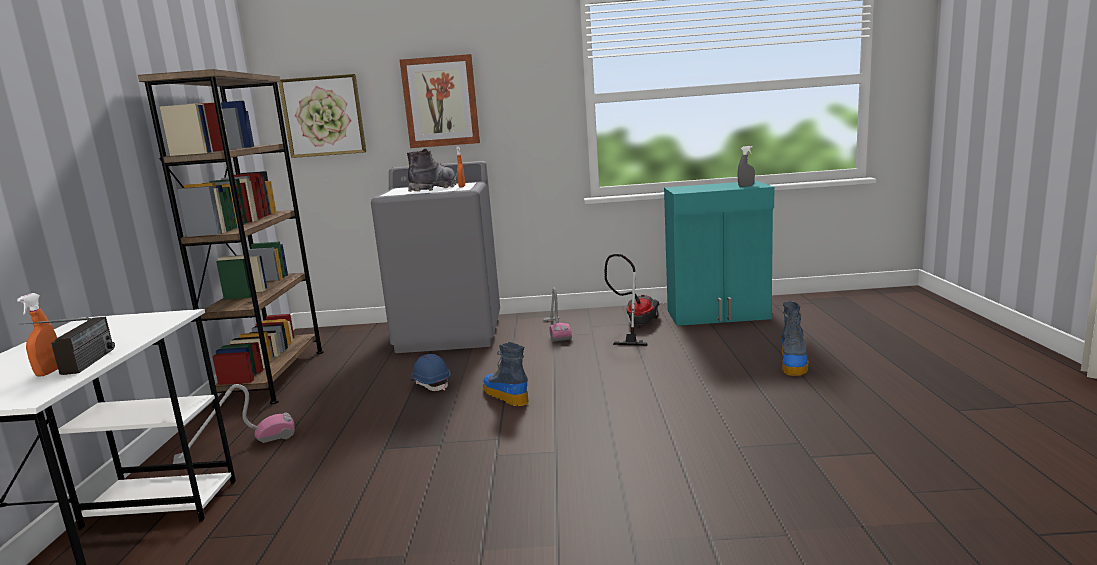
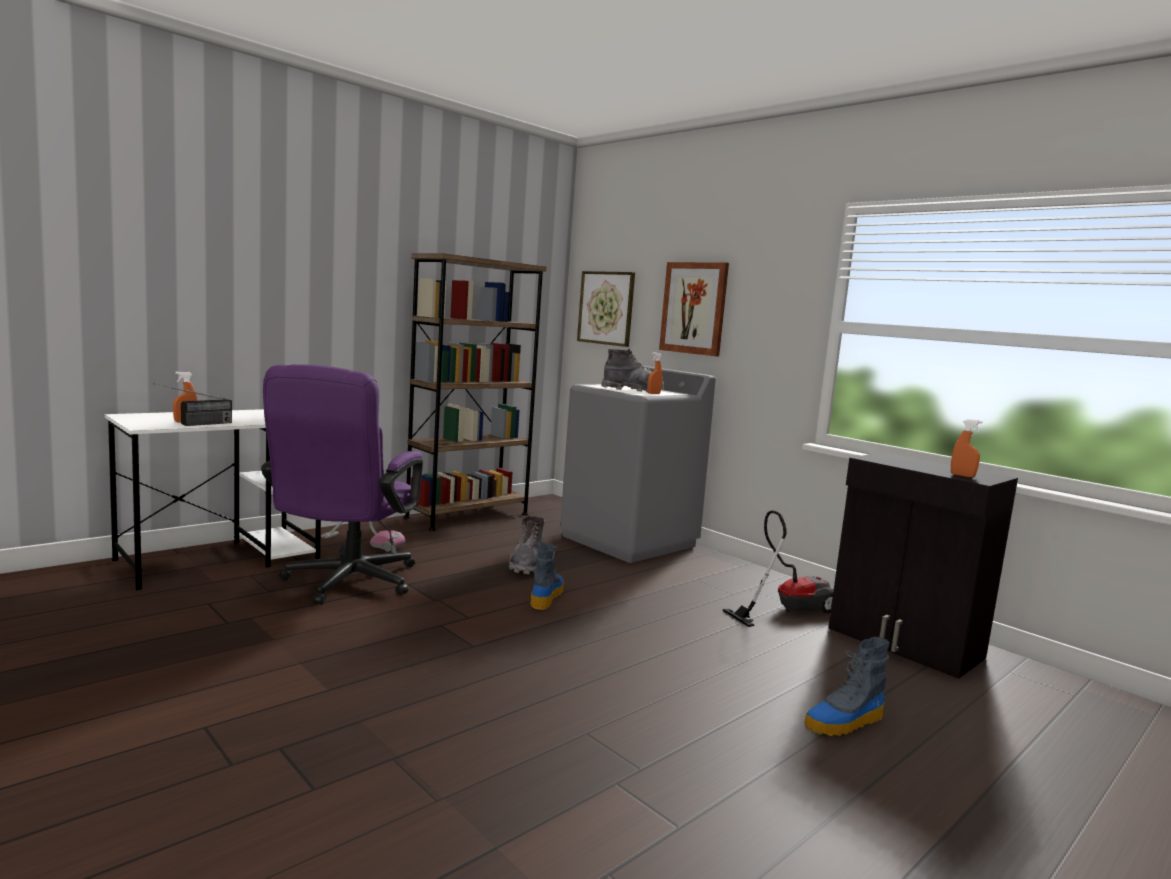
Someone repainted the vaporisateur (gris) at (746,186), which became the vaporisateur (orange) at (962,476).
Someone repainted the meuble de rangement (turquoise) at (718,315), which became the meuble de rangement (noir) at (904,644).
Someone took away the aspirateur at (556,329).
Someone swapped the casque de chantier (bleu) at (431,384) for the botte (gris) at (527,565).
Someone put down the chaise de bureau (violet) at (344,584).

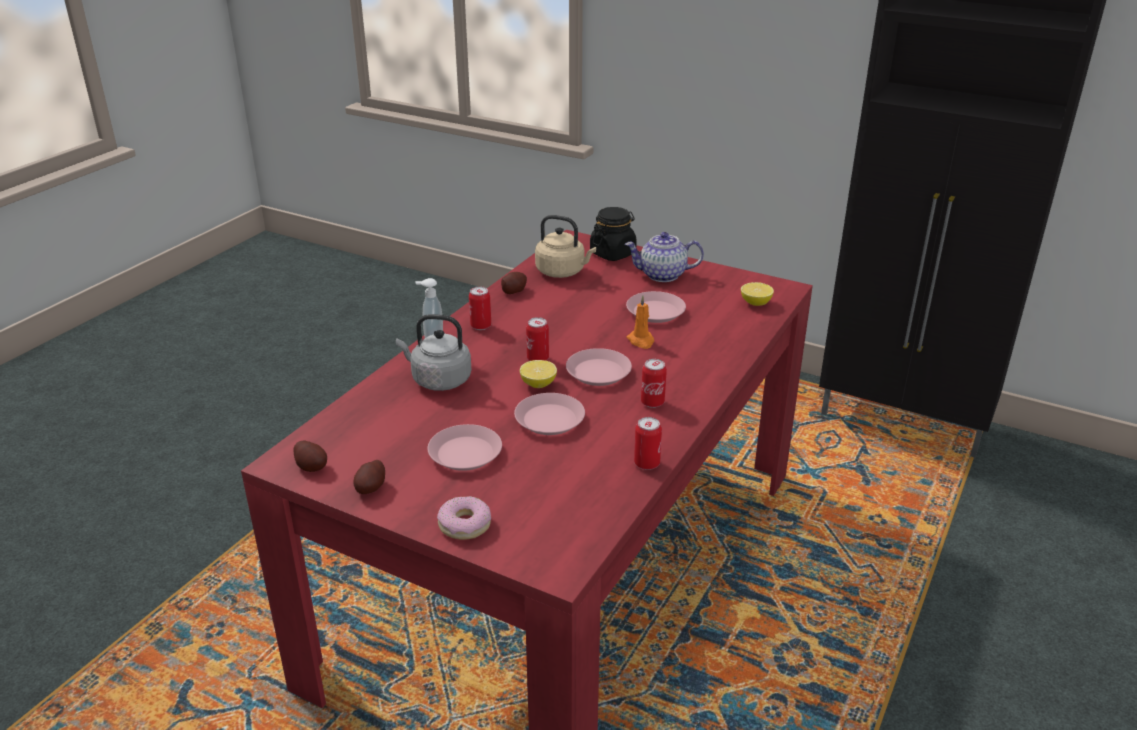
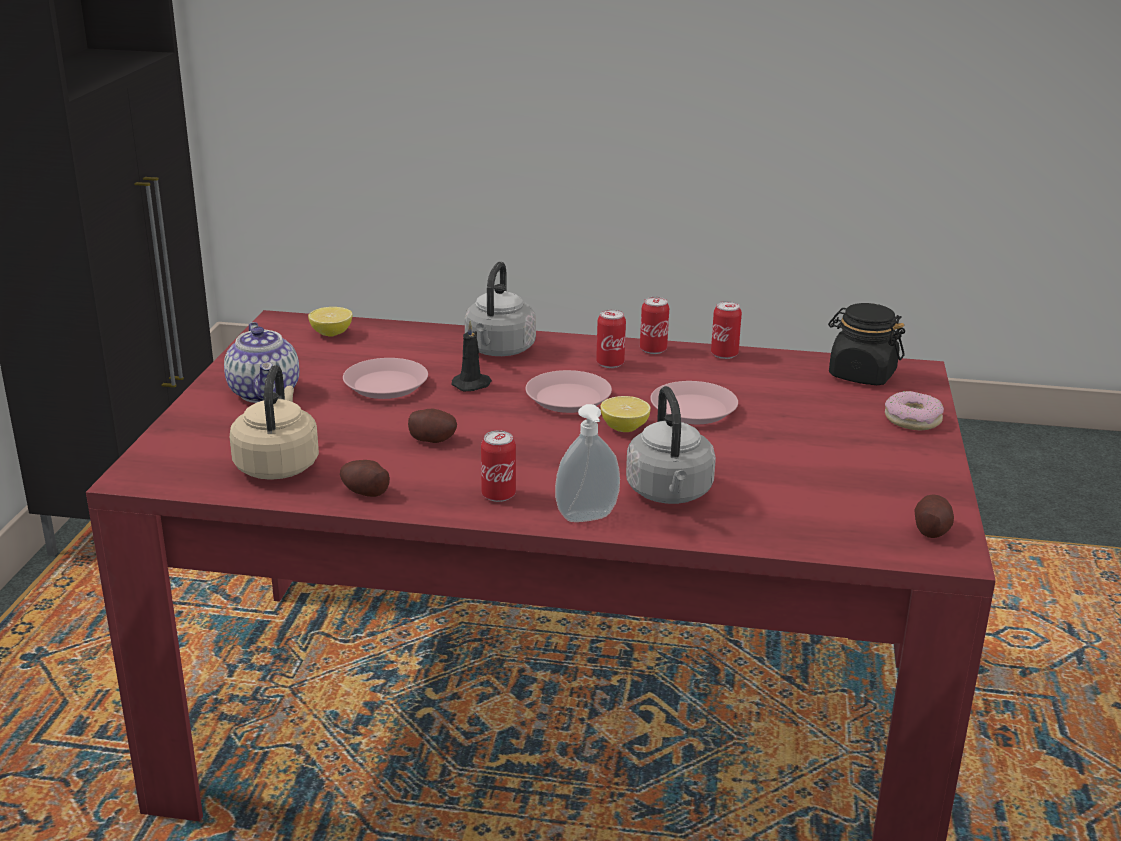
Someone carried the bocal (noir) from (613,253) to (861,375).
Someone repainted the bougie (orange) at (641,341), which became the bougie (noir) at (472,384).
Someone carried the boîte métallique from (537,359) to (653,350).
Someone took away the assiette (rose) at (465,454).
Someone carried the pomme de terre from (370,488) to (433,439).
Someone put down the bouilloire (gris) at (499,350).

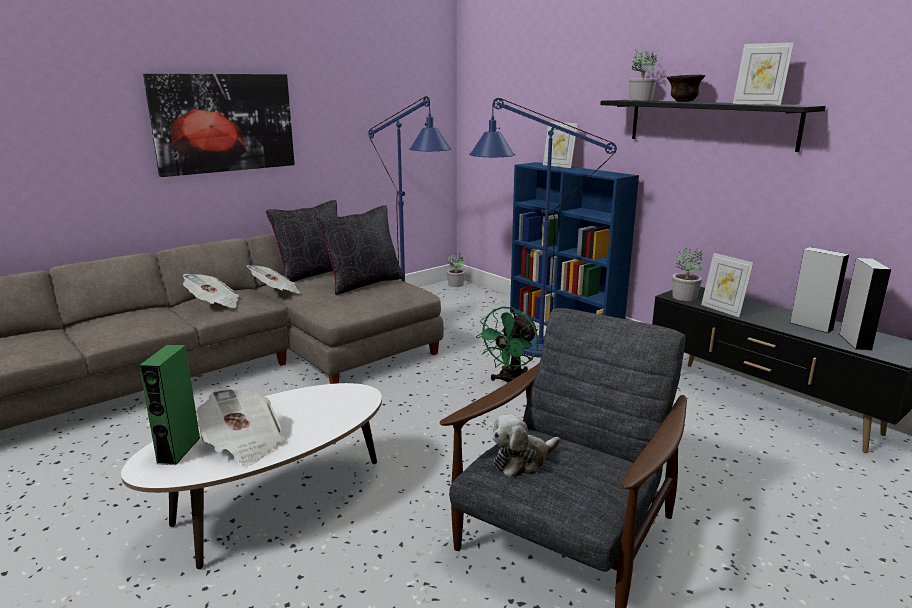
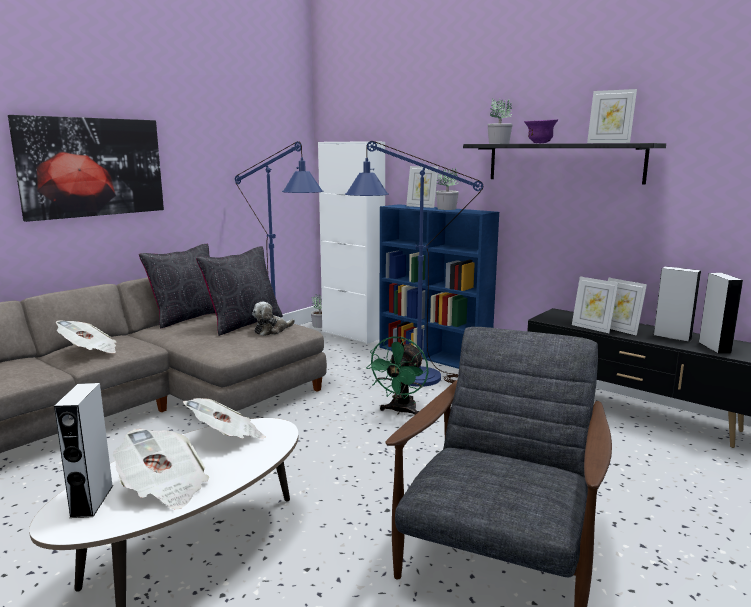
Someone repainted the bol (marron) at (683,102), which became the bol (violet) at (540,143).
Someone carried the plante en pot from (685,297) to (447,209).
Someone carried the journal from (276,292) to (227,437).
Someone repainted the enceinte (vert) at (179,450), which became the enceinte (gris) at (92,501).
Someone carried the peluche from (522,461) to (272,330).
Someone put down the meuble de rangement (blanc) at (353,334).
Someone put down the cadre photo at (619,330).

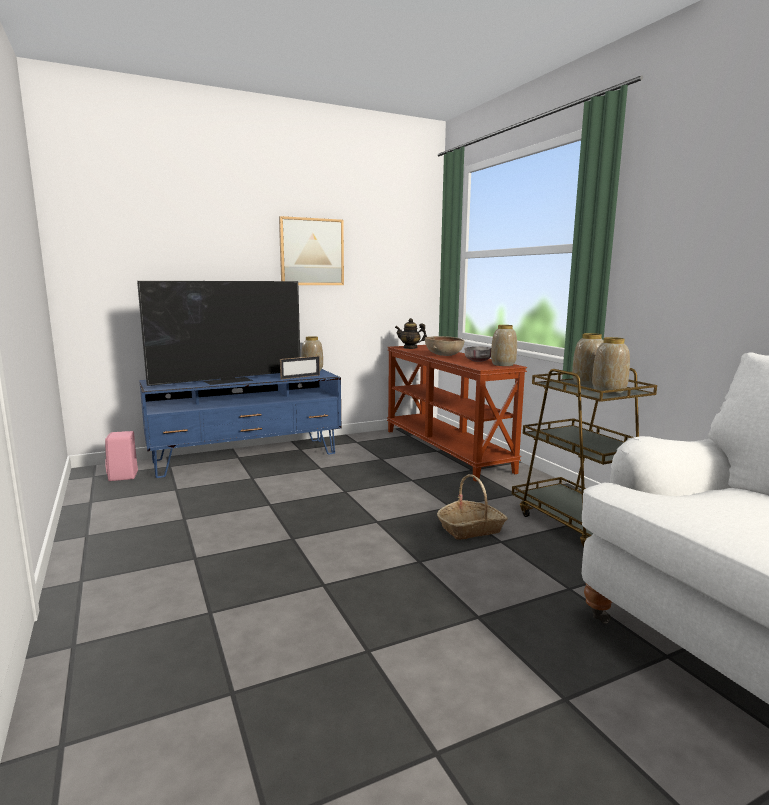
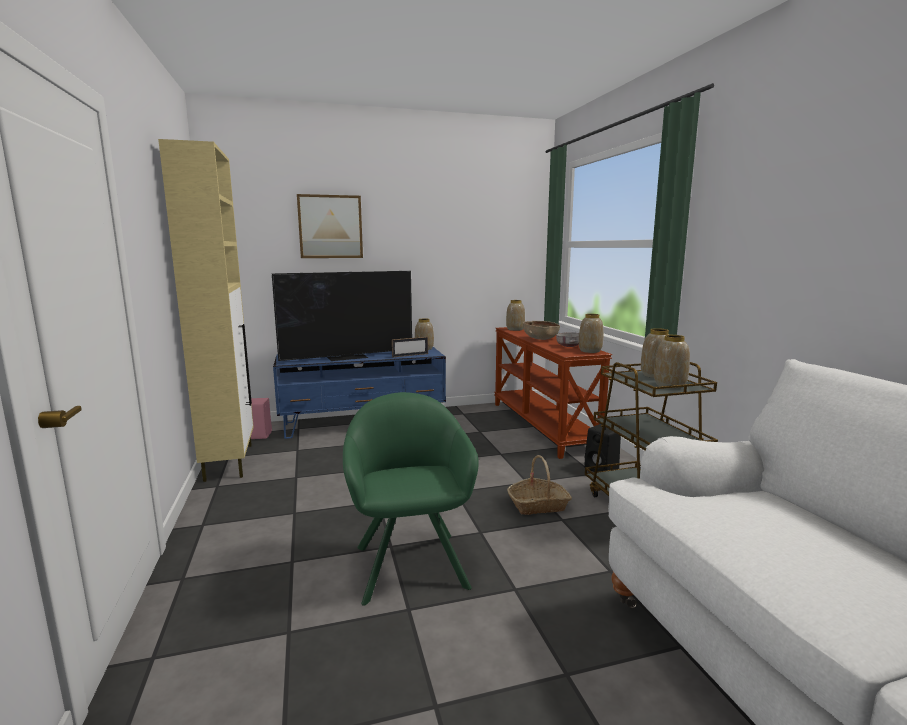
Someone carried the tableau from (311,252) to (330,227).
Someone swapped the théière at (410,348) for the vase at (515,329).
Someone put down the meuble de rangement (beige) at (229,461).
Someone put down the fauteuil (vert) at (410,561).
Someone put down the enceinte (noir) at (602,469).

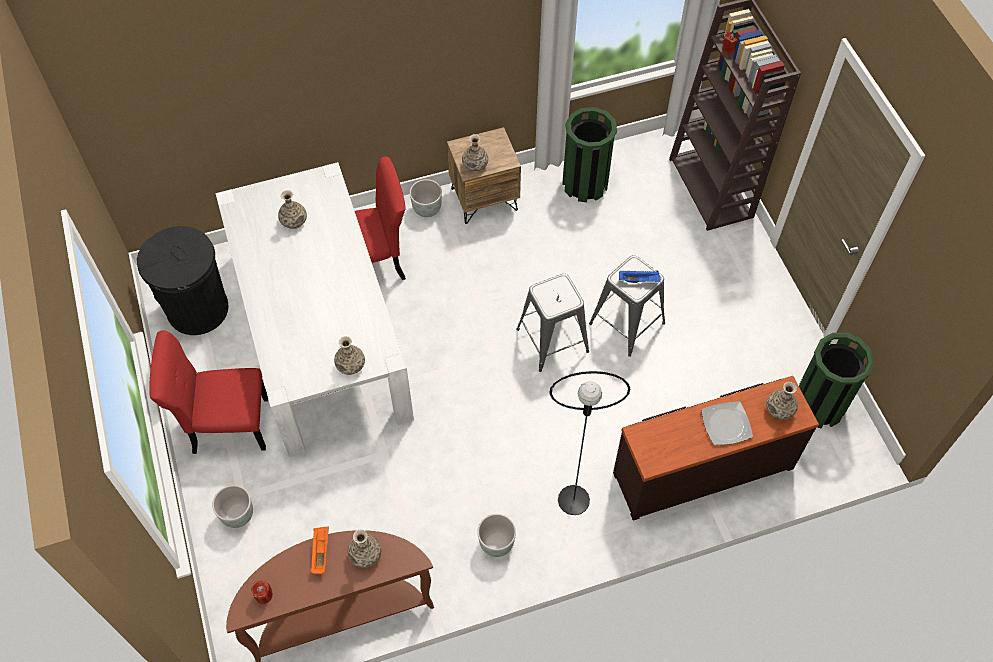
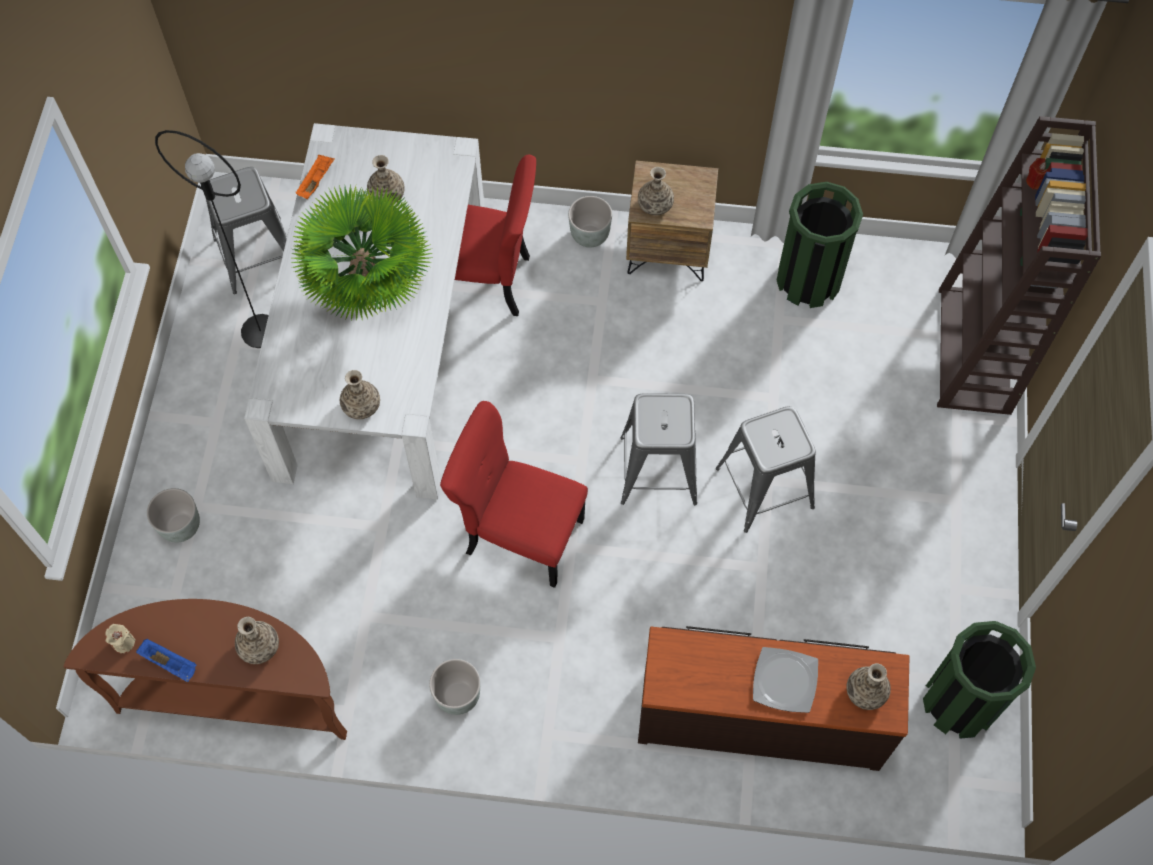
Someone swapped the poubelle (noir) at (198,309) for the tabouret (gris) at (257,255).
Someone carried the plateau (bleu) from (639,280) to (170,663).
Someone carried the chaise (rouge) from (226,425) to (520,534).
Someone carried the lampadaire (noir) from (573,500) to (260,331).
Someone carried the plateau (orange) from (320,552) to (316,181).
Someone repainted the bougie (rouge) at (263,595), which became the bougie (beige) at (123,642).
Someone put down the plante en pot at (368,288).

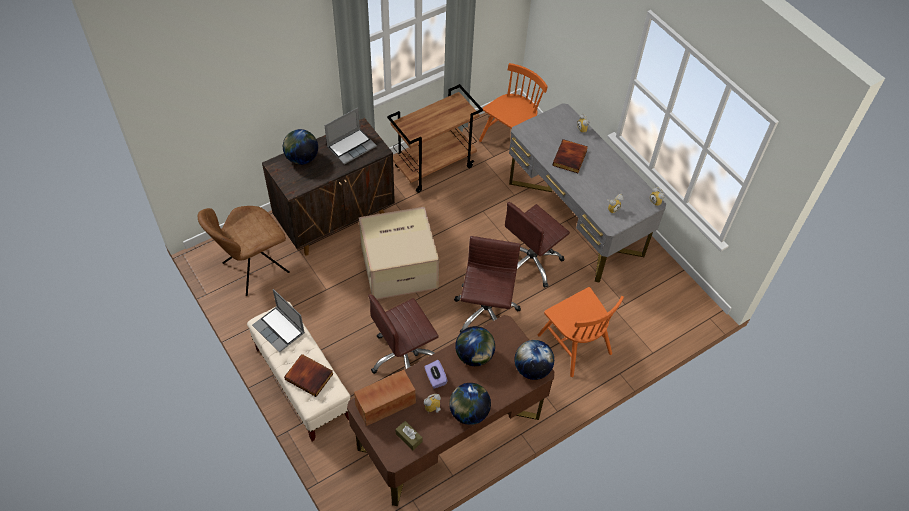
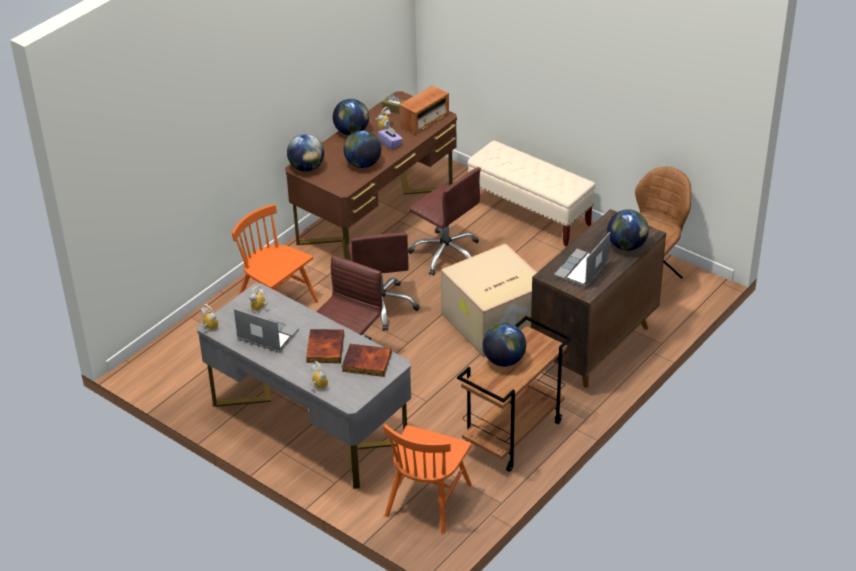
Someone carried the ordinateur portable from (280,329) to (266,336).
Someone rotated the chaise de bureau (marron) at (404,357) by 90 degrees clockwise.
Someone carried the livre from (310,376) to (366,363).
Someone put down the globe at (504,360).

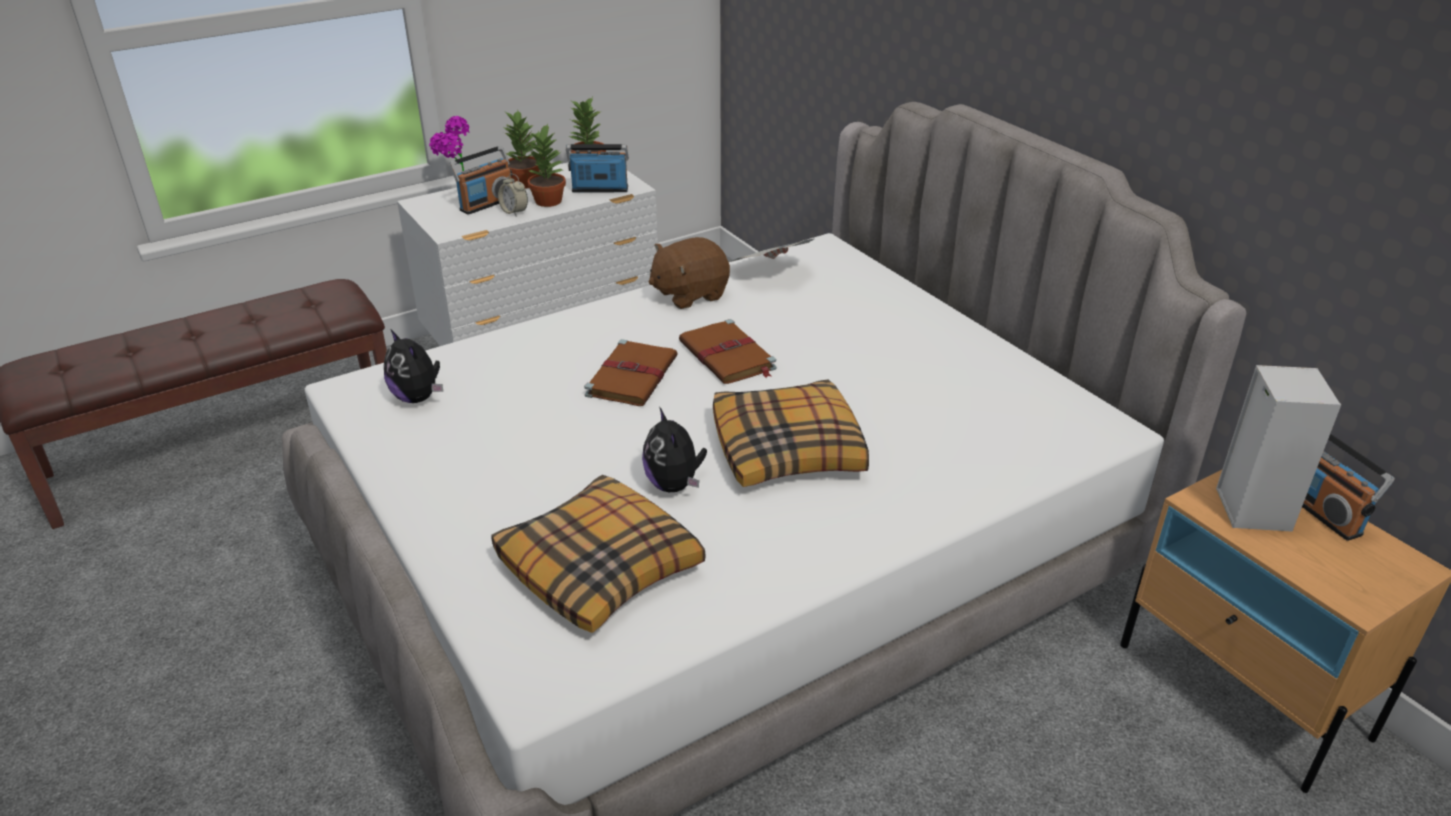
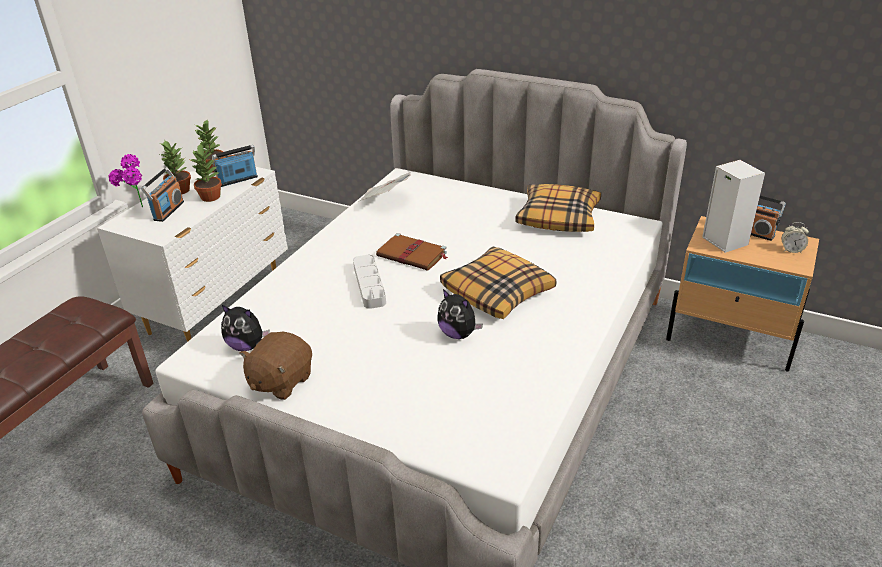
Someone carried the réveil from (514,212) to (791,250).
Someone carried the peluche (marron) from (689,294) to (280,381).
Someone swapped the livre (marron) at (632,375) for the plateau (gris) at (369,284).
Someone carried the coussin from (600,567) to (558,217).

